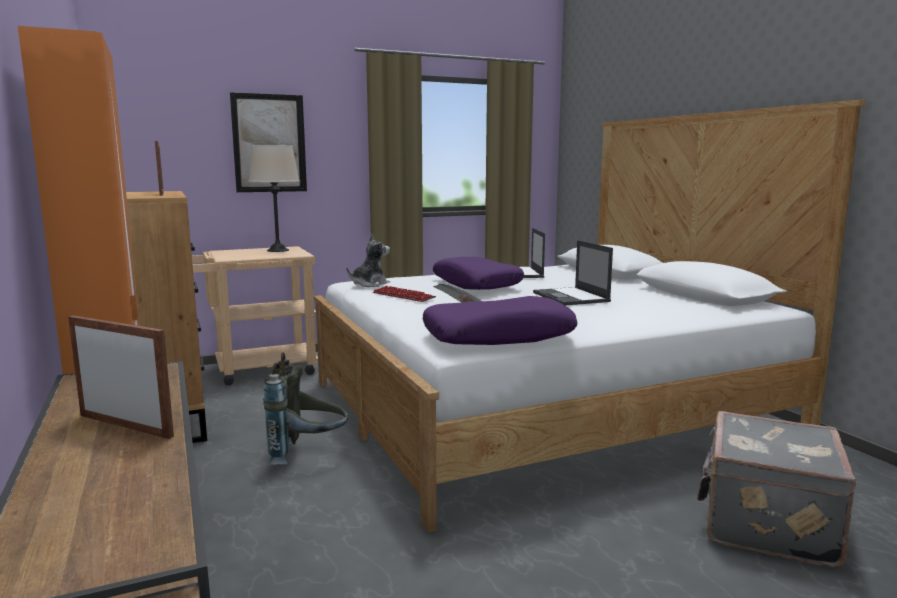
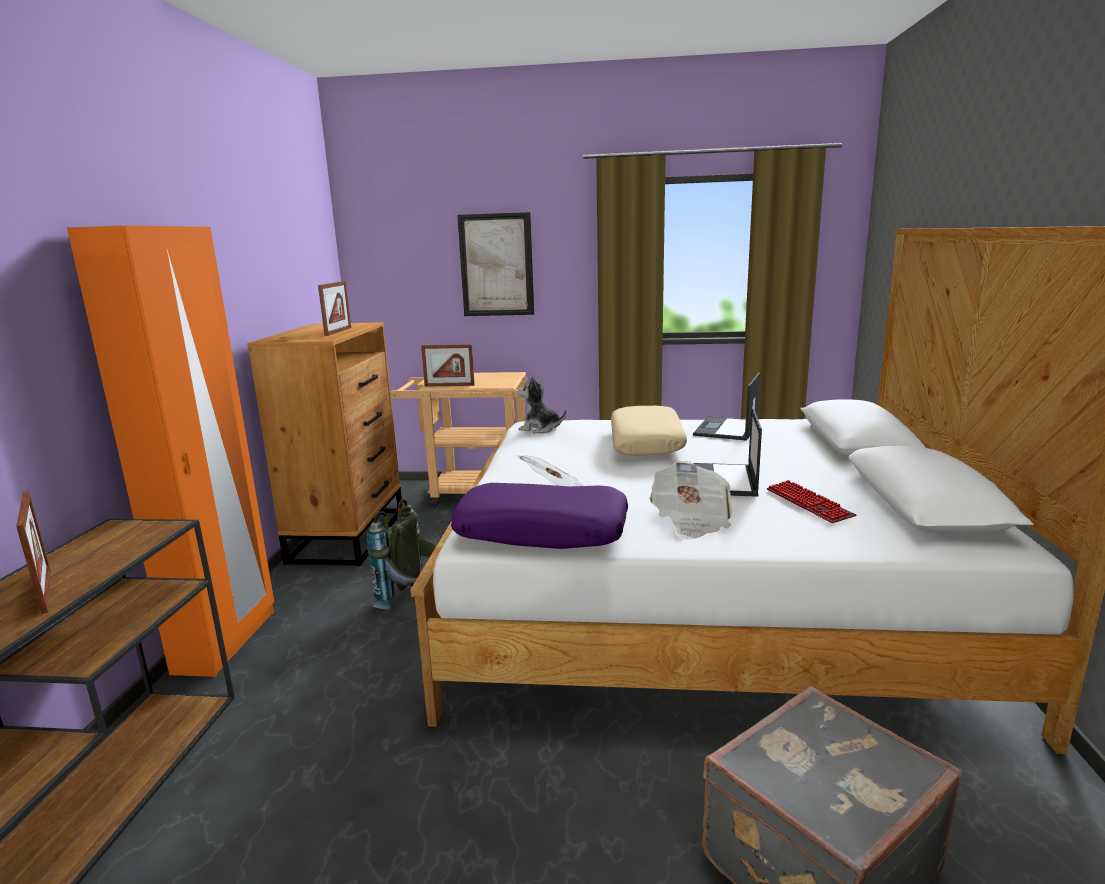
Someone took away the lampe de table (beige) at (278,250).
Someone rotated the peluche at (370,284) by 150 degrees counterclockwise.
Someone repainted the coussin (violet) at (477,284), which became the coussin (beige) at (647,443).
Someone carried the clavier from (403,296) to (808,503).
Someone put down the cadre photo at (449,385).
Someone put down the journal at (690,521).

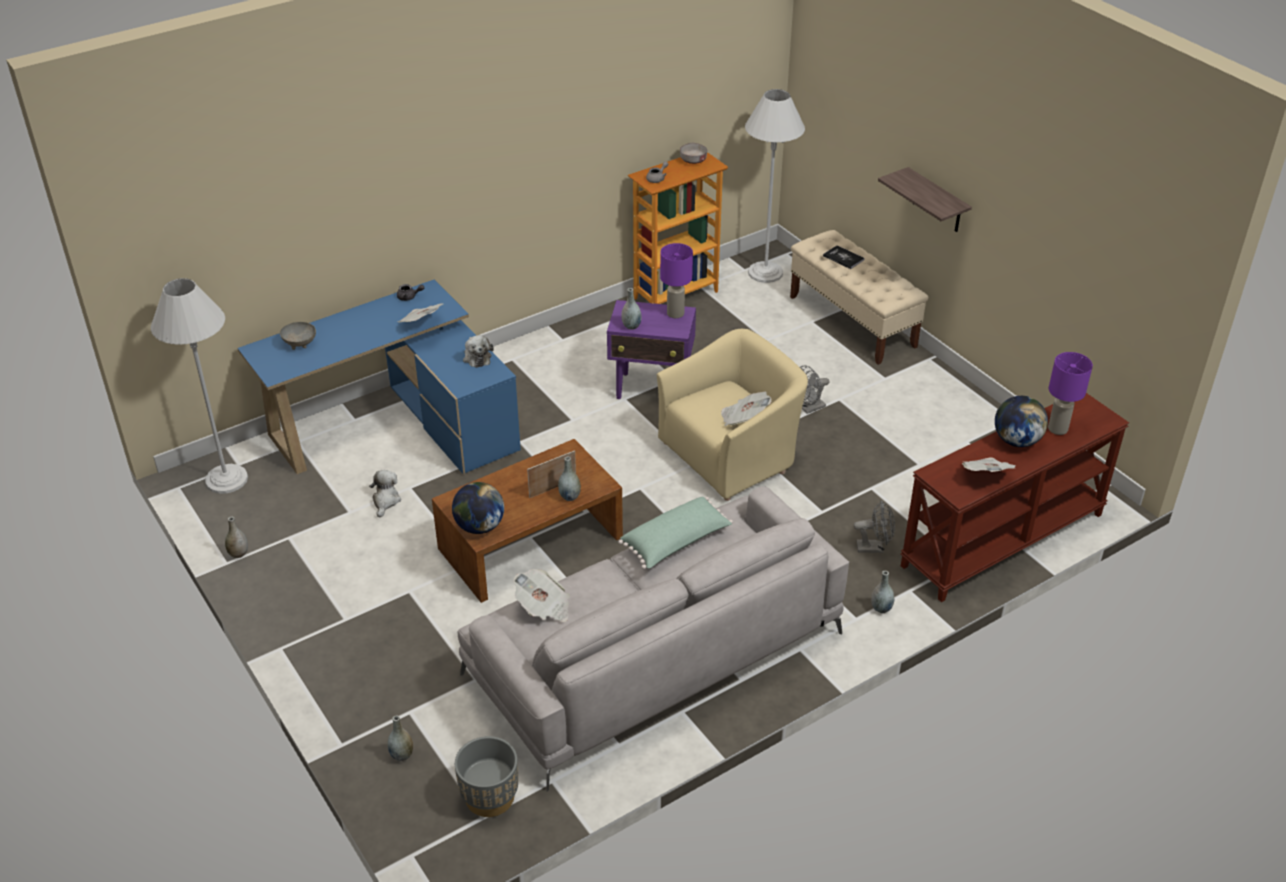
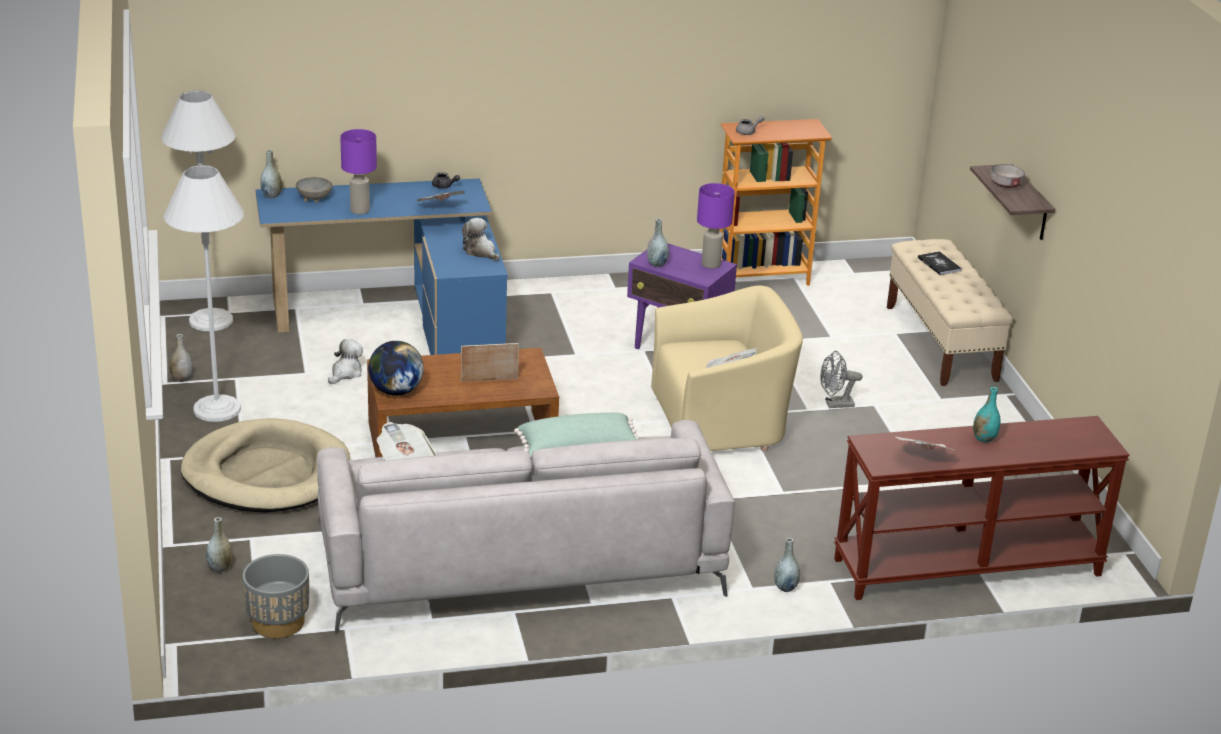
Someone carried the lampadaire (blanc) from (765,272) to (217,409).
Someone carried the bol (gris) from (693,161) to (1005,185).
Someone rotated the peluche at (477,357) by 135 degrees clockwise.
Someone carried the lampe de table (violet) from (1057,429) to (359,210).
Someone swapped the globe at (1016,441) for the vase (turquoise) at (984,438).
Someone carried the vase (gris) from (569,496) to (271,196).
Someone took away the ventilateur (gris) at (874,547).
Someone put down the panier pour chien (beige) at (266,474).

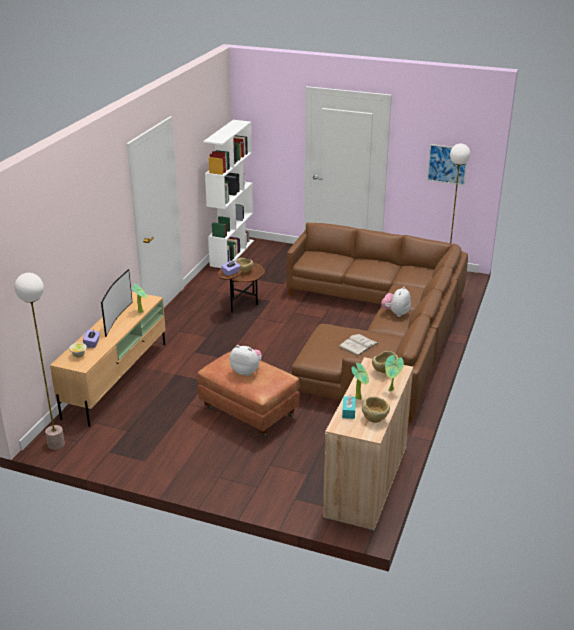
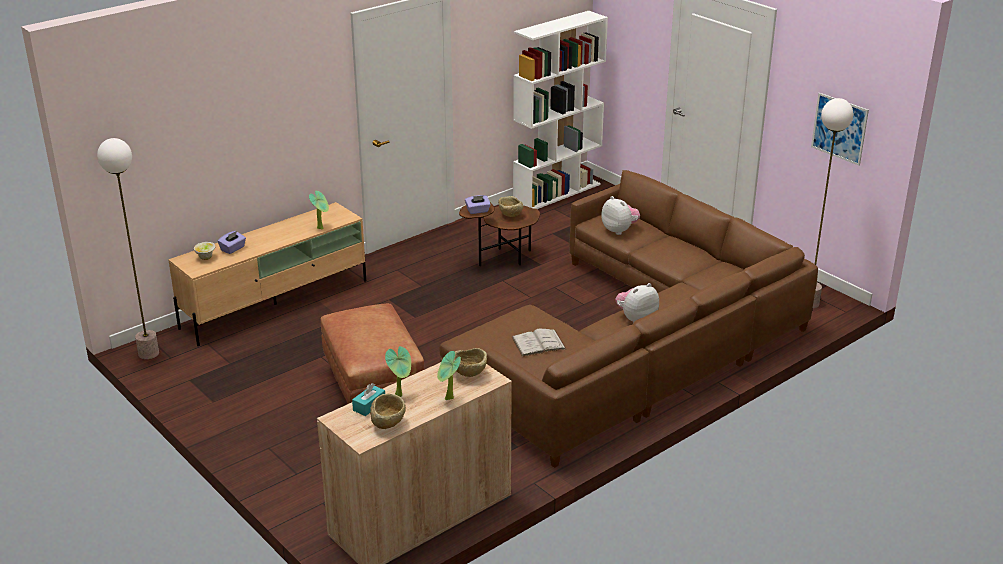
Someone took away the téléviseur at (116,318).
Someone carried the peluche from (246,371) to (619,230).

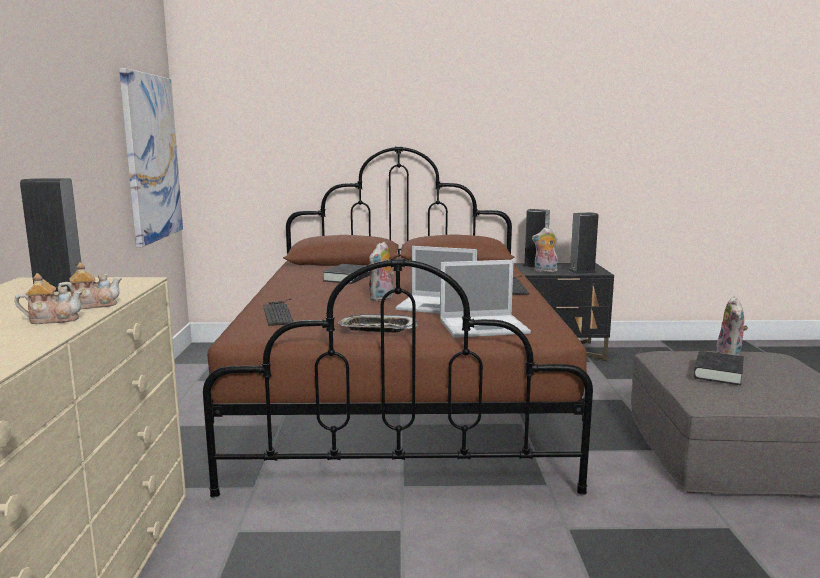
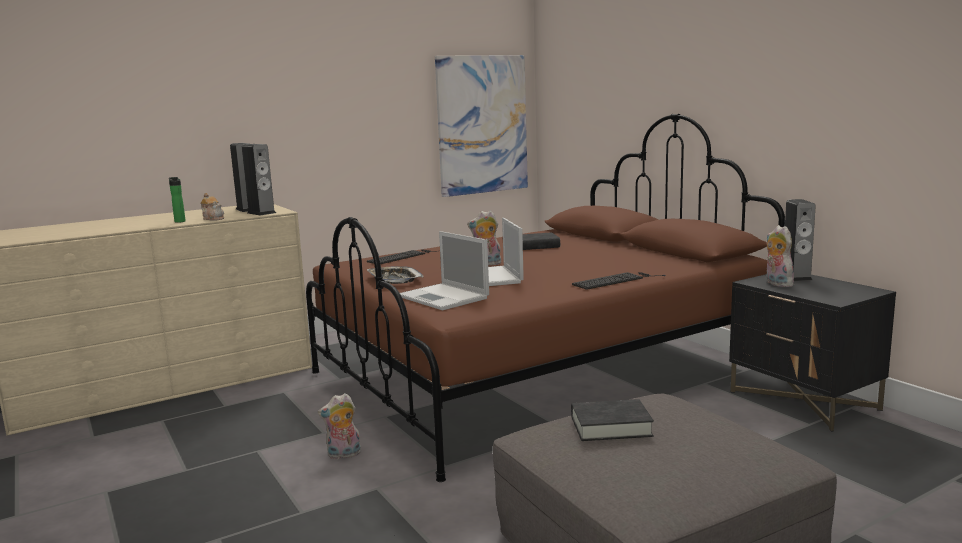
Someone carried the enceinte from (582,271) to (261,213).
Someone swapped the théière at (53,319) for the bouteille at (179,221).
Someone carried the peluche from (730,354) to (343,455).

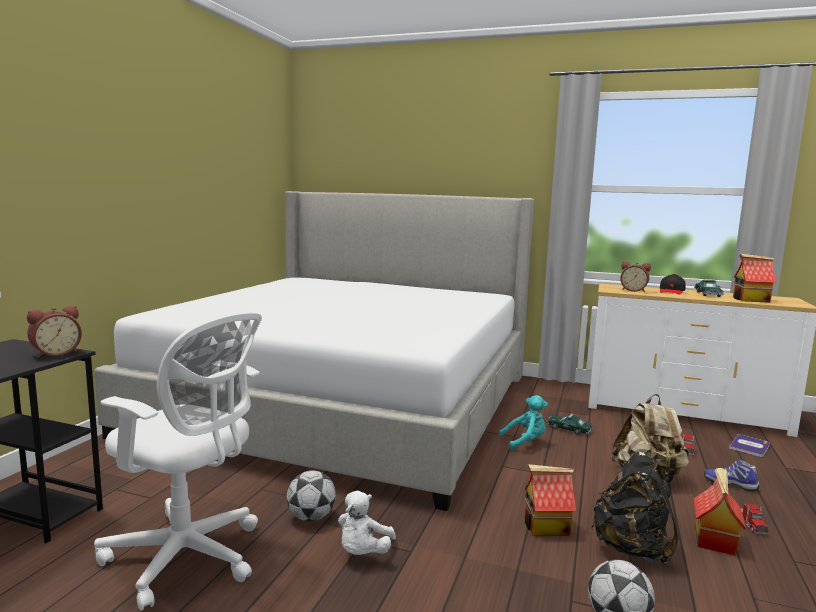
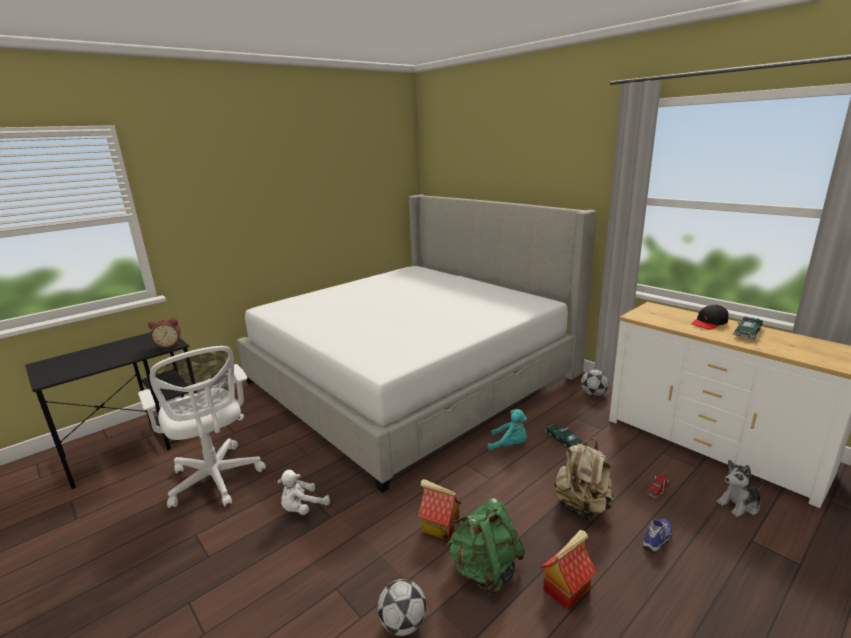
Someone took away the maison miniature at (750,300).
Someone took away the réveil at (633,290).
Someone swapped the livre at (749,446) for the peluche at (739,504).
Someone repainted the sac à dos (noir) at (632,548), which became the sac à dos (vert) at (484,570).
Someone rotated the chaussure at (730,484) by 75 degrees clockwise.
Someone carried the ballon de foot from (311,517) to (593,394).
Someone took away the camion jouet at (750,523).

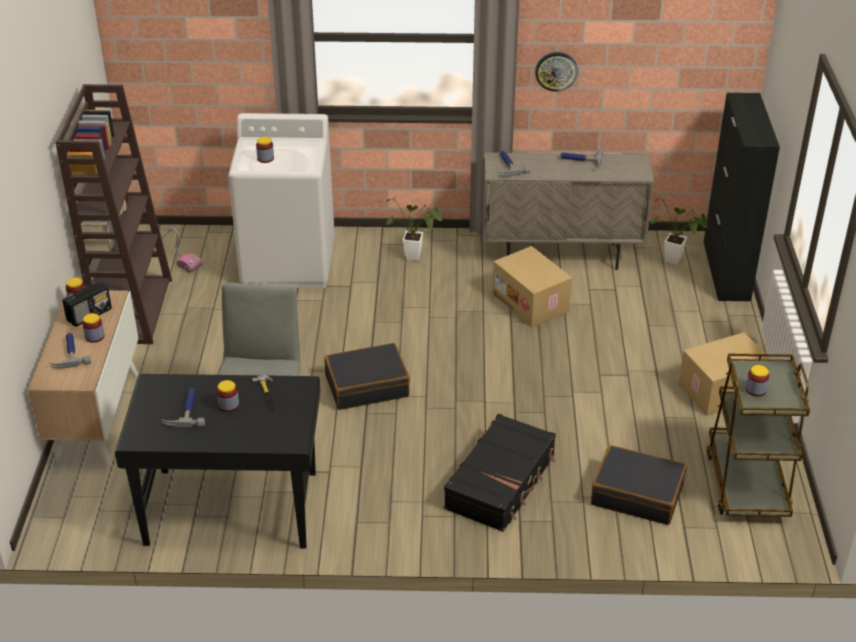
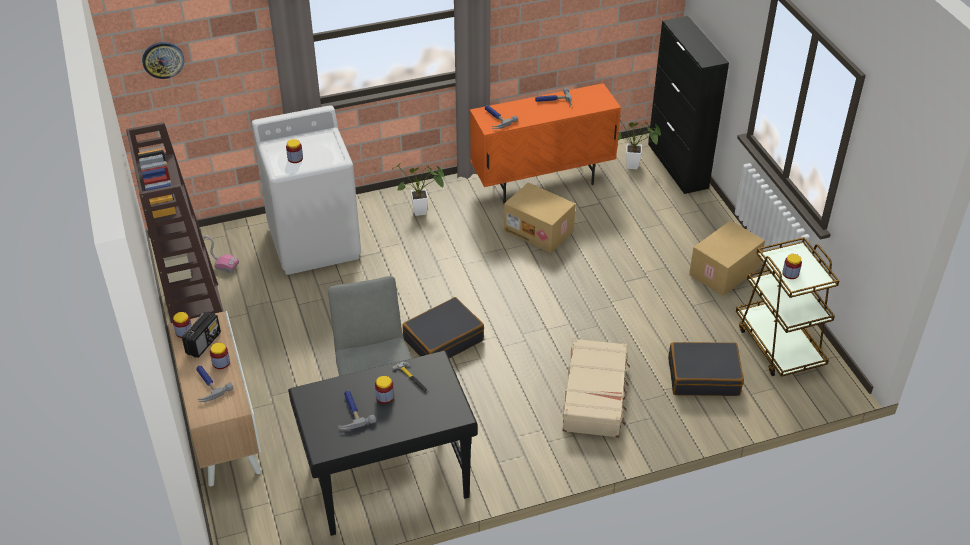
Someone carried the horloge murale from (556,71) to (163,59).
Someone repainted the meuble de rangement (beige) at (561,256), which became the meuble de rangement (orange) at (542,182).
Someone repainted the valise (noir) at (501,482), which became the valise (beige) at (595,396).

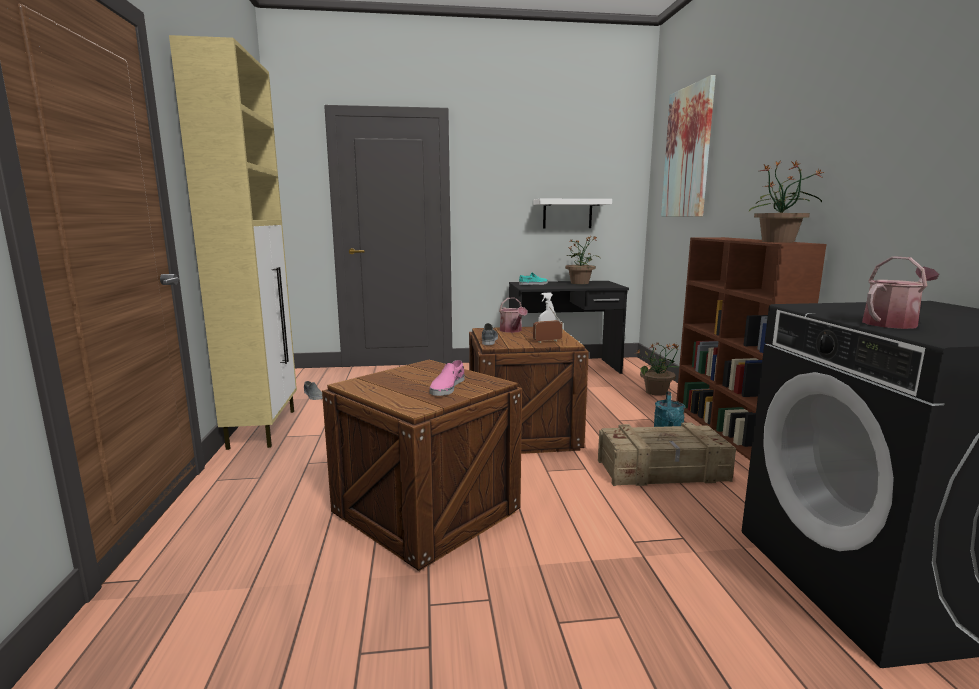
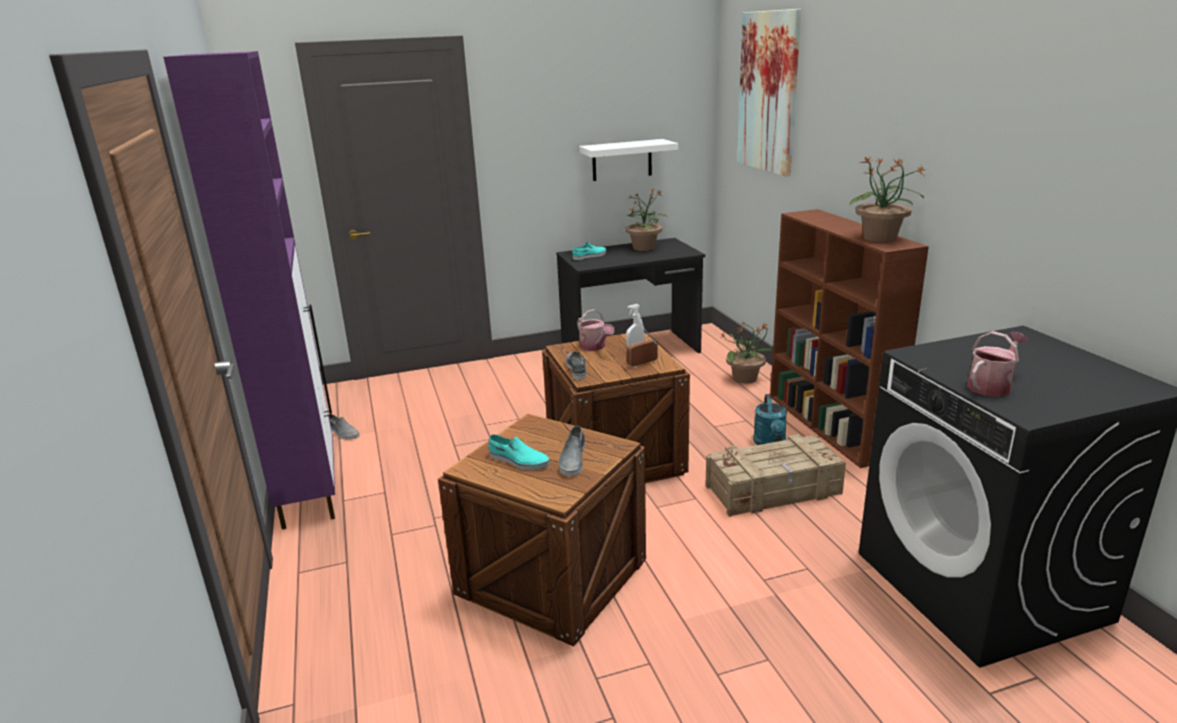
Someone repainted the meuble de rangement (beige) at (263,428), which became the meuble de rangement (violet) at (309,491).
Someone repainted the chaussure (rose) at (447,387), which became the chaussure (gris) at (572,460).
Someone put down the chaussure (turquoise) at (518,461).

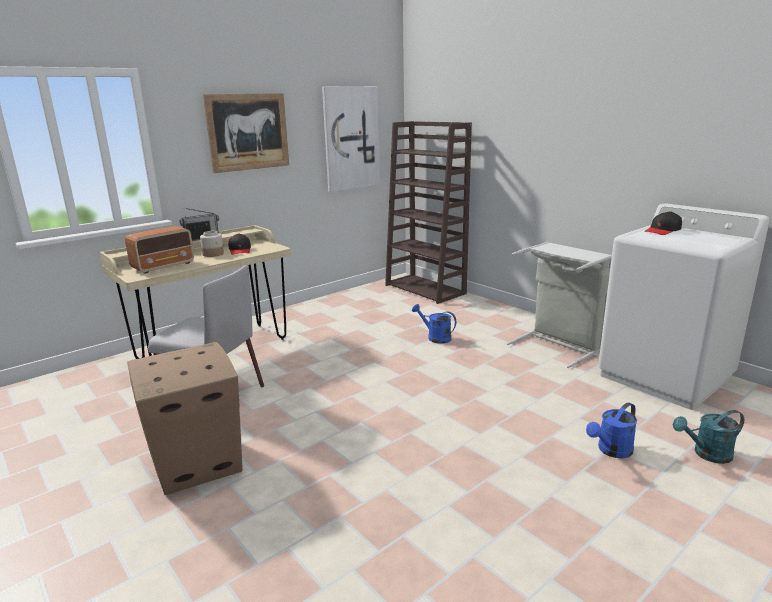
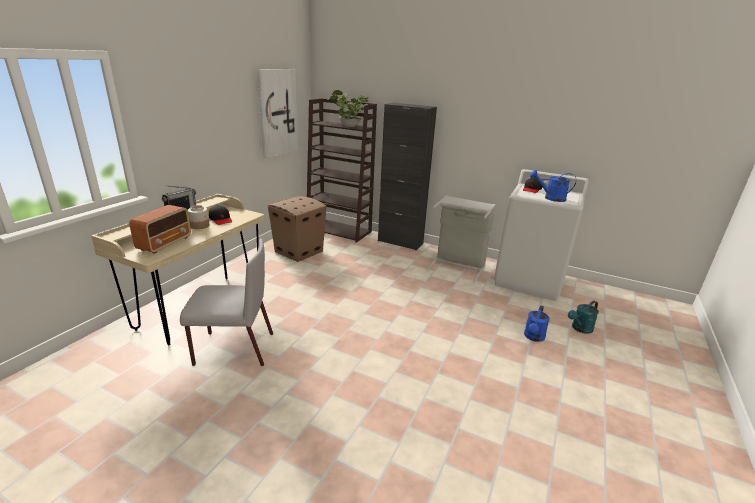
Someone took away the tableau at (248,132).
Someone carried the arrosoir (bleu) from (435,337) to (550,198).
Someone carried the carton from (195,463) to (298,252).
Someone put down the plante en pot at (348,126).
Someone put down the meuble de rangement (noir) at (400,242).

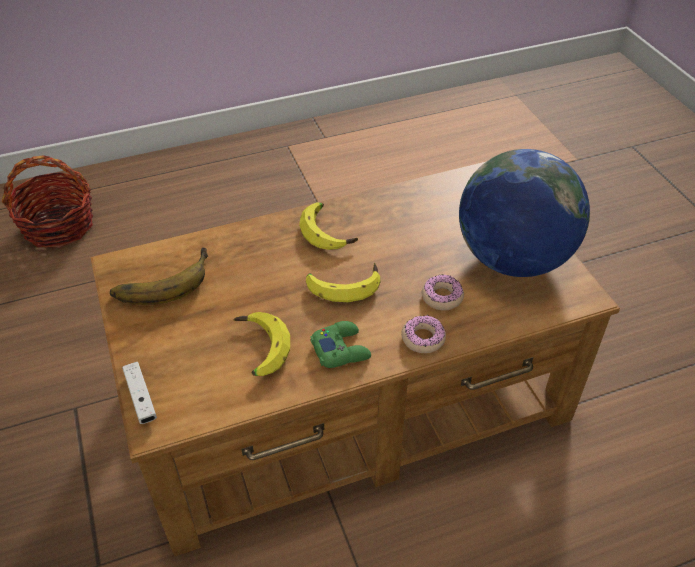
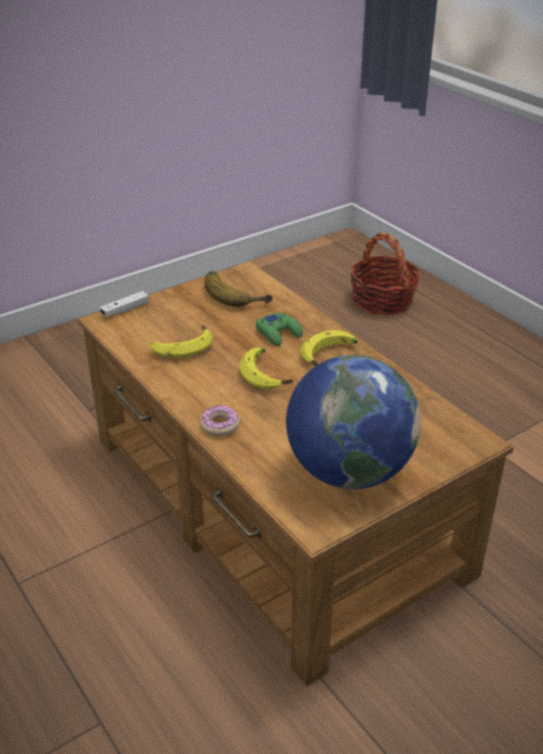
Someone took away the beignet at (442,297).
Someone carried the manette (vert) from (341,349) to (279,333).

